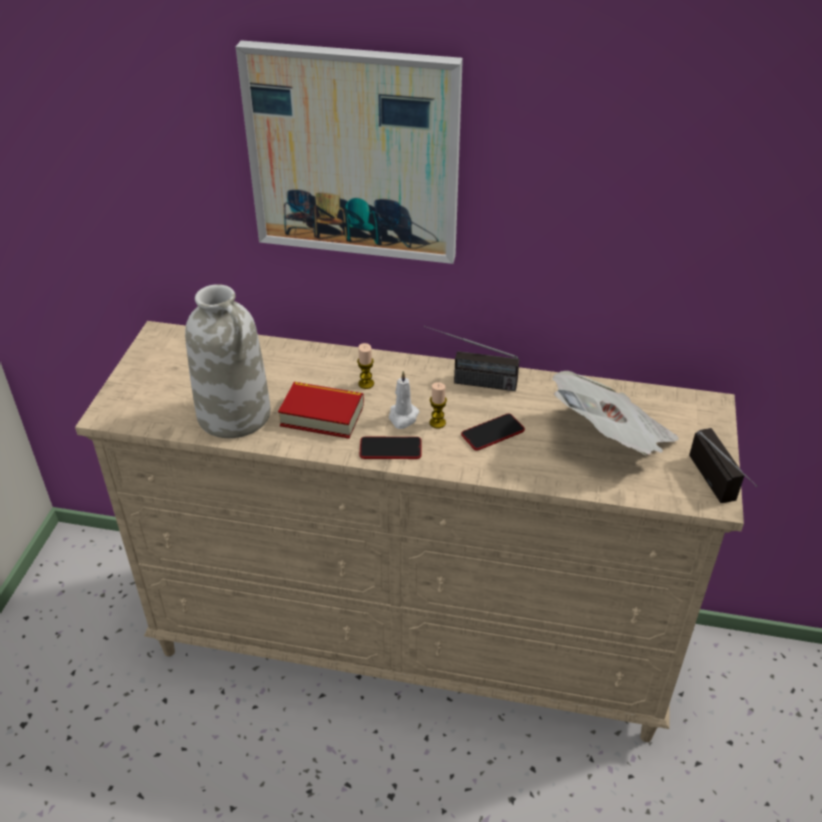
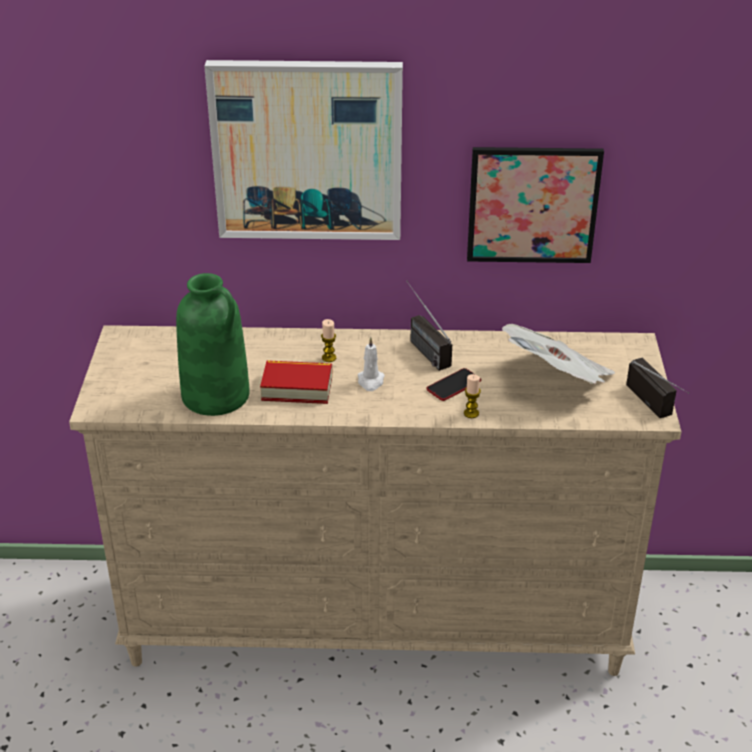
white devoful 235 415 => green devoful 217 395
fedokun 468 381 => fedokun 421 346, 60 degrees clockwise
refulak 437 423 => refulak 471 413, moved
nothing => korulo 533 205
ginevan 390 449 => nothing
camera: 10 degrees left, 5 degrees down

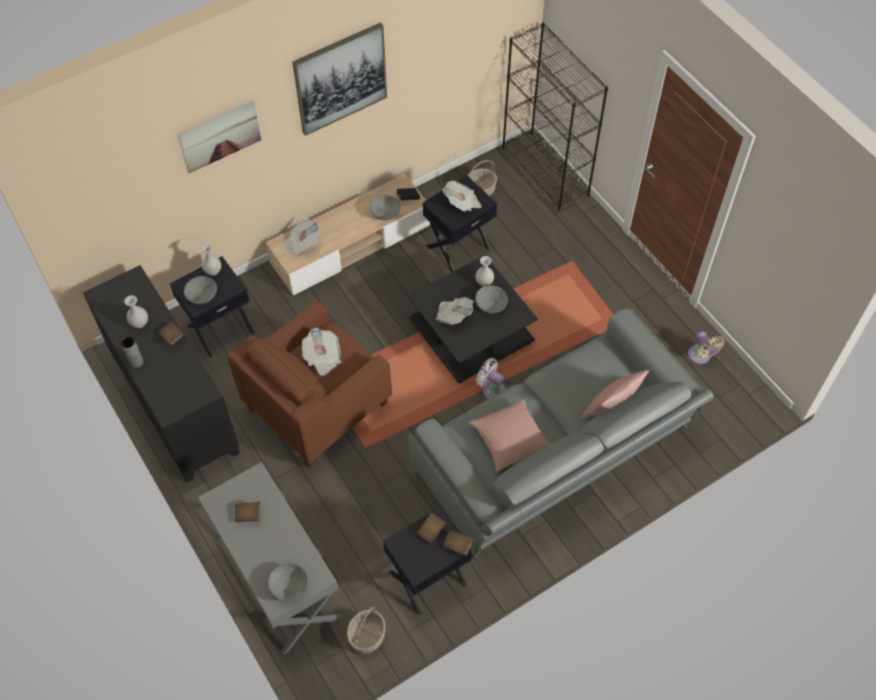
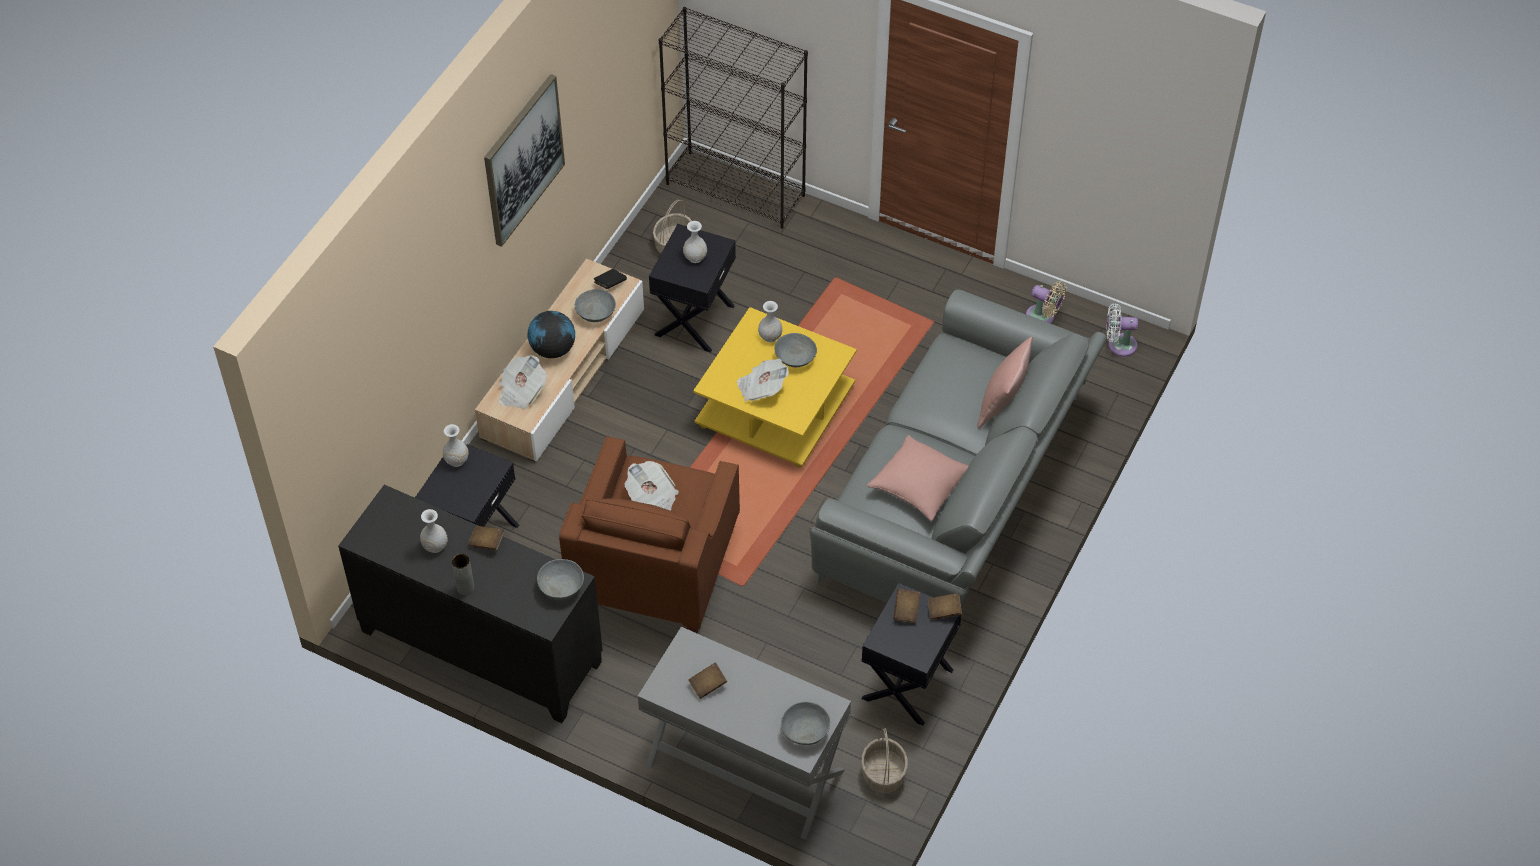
nothing => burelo 553 349
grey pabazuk 202 296 => grey pabazuk 562 587, moved
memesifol 462 203 => white devoful 695 257
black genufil 470 334 => yellow genufil 776 409
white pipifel 492 389 => white pipifel 1119 345, moved
korulo 220 136 => nothing
camera: 30 degrees left, 5 degrees down

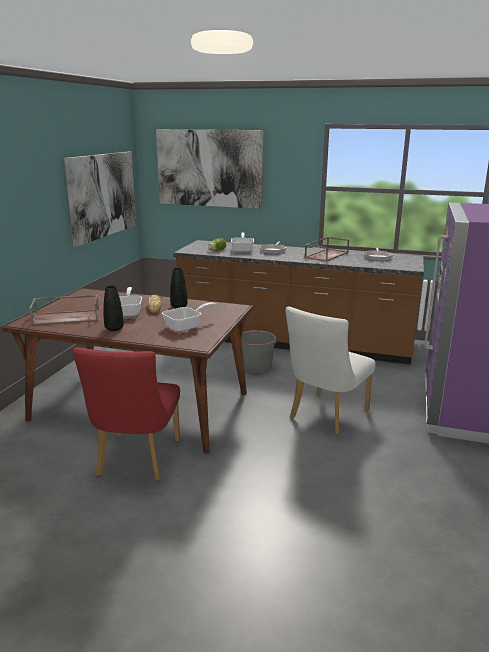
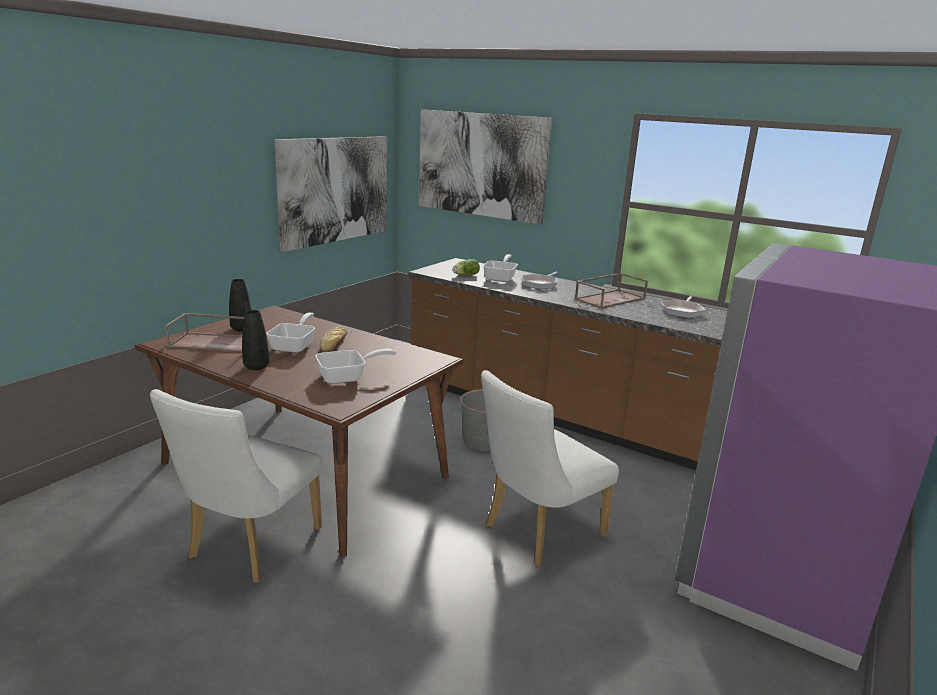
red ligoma 136 461 => white ligoma 249 547
black devoful 179 306 => black devoful 241 329, moved
camera: 15 degrees right, 0 degrees up

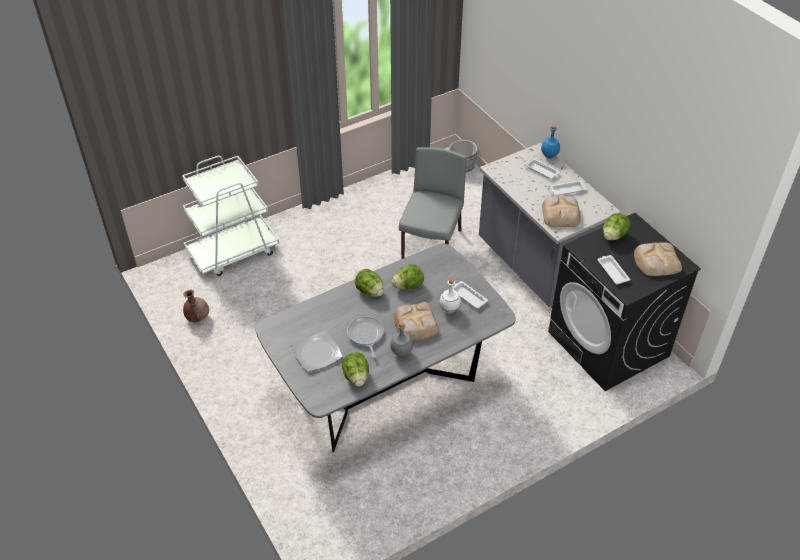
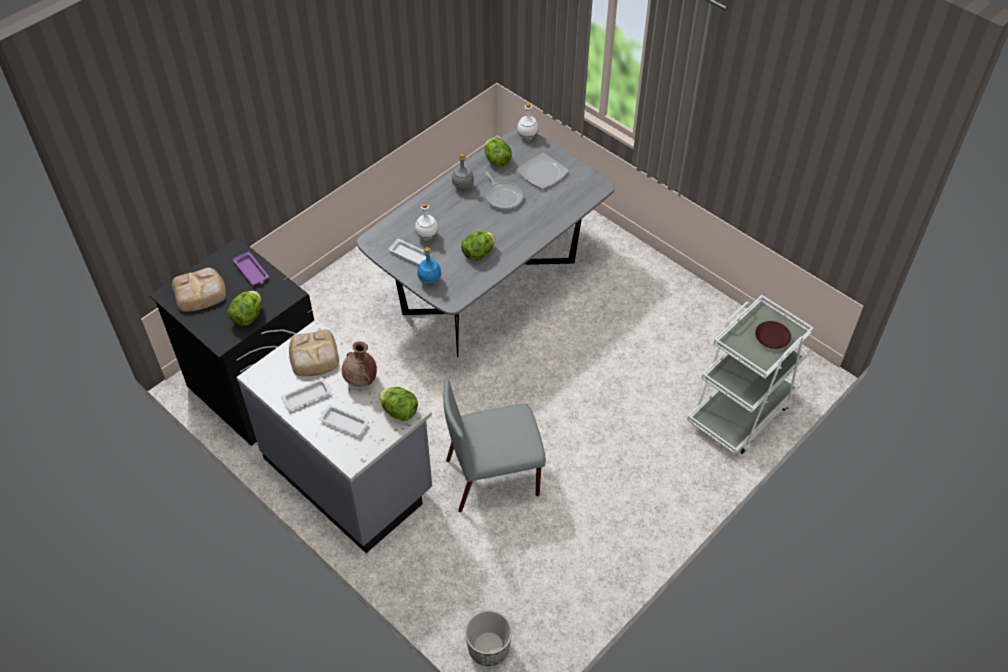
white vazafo 612 271 => purple vazafo 252 271
brown devoful 197 317 => brown devoful 361 380, moved
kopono 369 291 => kopono 399 411, moved
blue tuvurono 549 156 => blue tuvurono 429 281, moved
grey ligoma 431 246 => grey ligoma 494 477, 75 degrees clockwise
nothing => white tuvurono 527 137
nothing => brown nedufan 772 337
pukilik 415 324 => nothing
camera: 165 degrees right, 5 degrees up

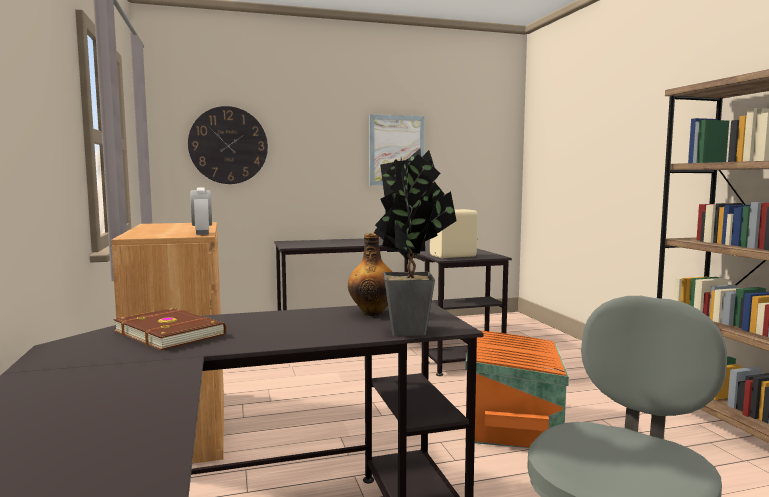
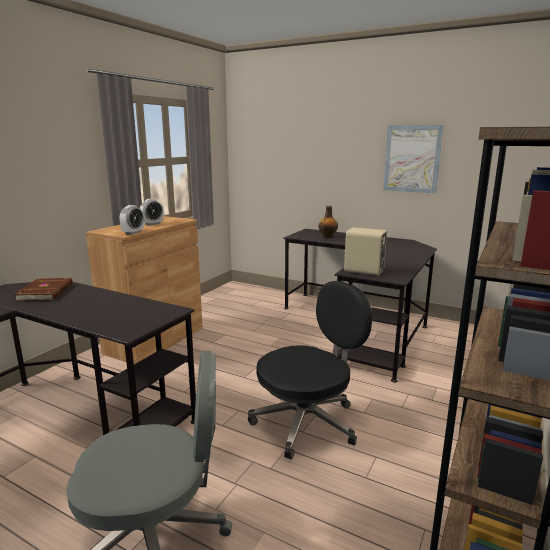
nothing => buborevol 152 224
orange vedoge 513 422 => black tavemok 307 422
tuvurono 373 313 => tuvurono 328 237, moved
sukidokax 228 145 => nothing
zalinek 411 328 => nothing
camera: 45 degrees right, 10 degrees up

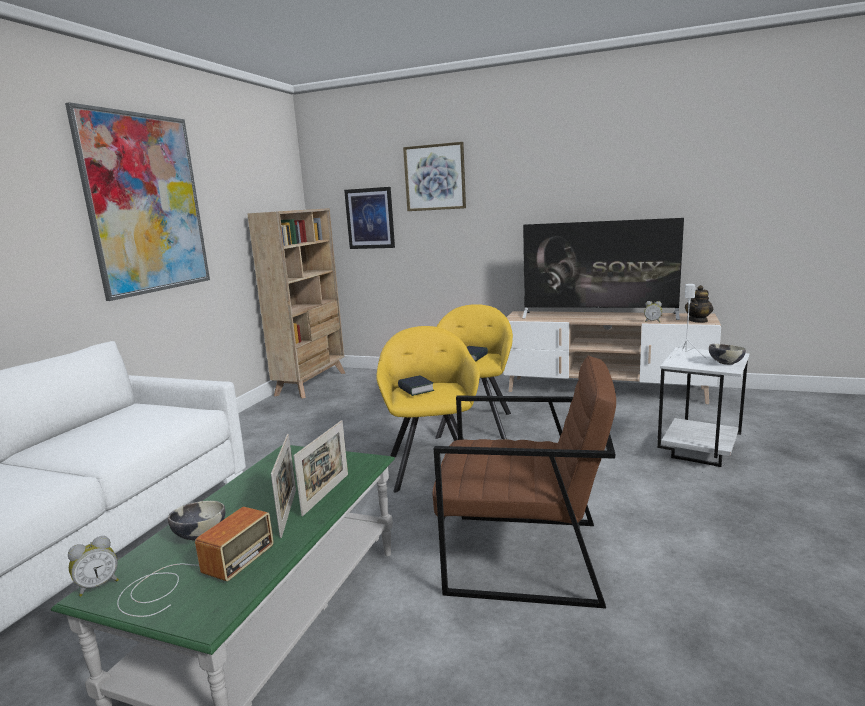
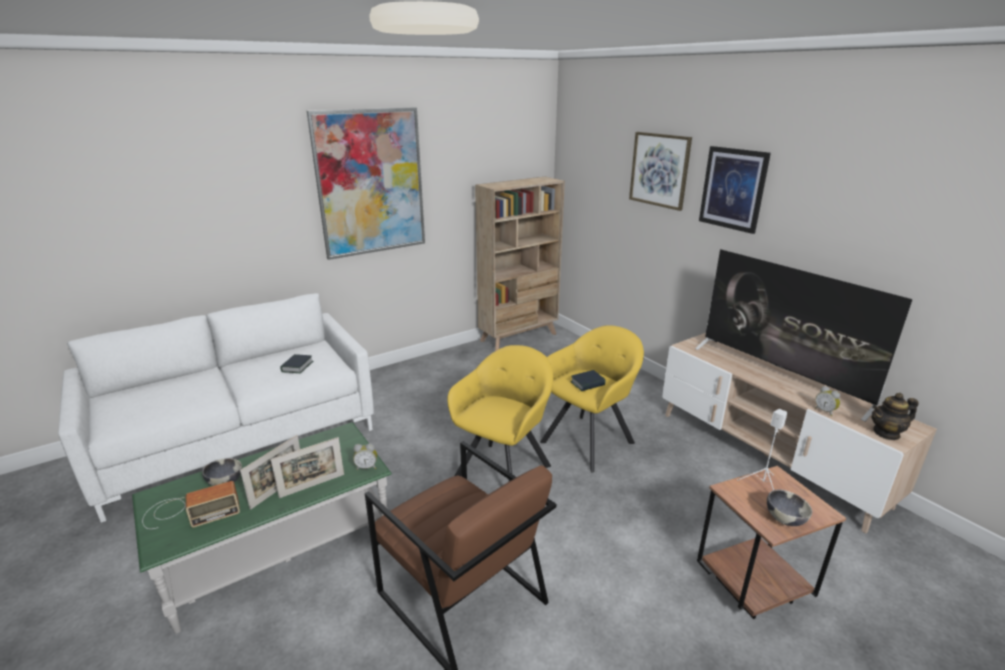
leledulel 416 389 => leledulel 297 366, moved
buborevol 98 585 => buborevol 366 467, moved
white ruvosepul 697 454 => brown ruvosepul 751 589
korulo 370 218 => korulo 733 189, moved
camera: 35 degrees right, 10 degrees up

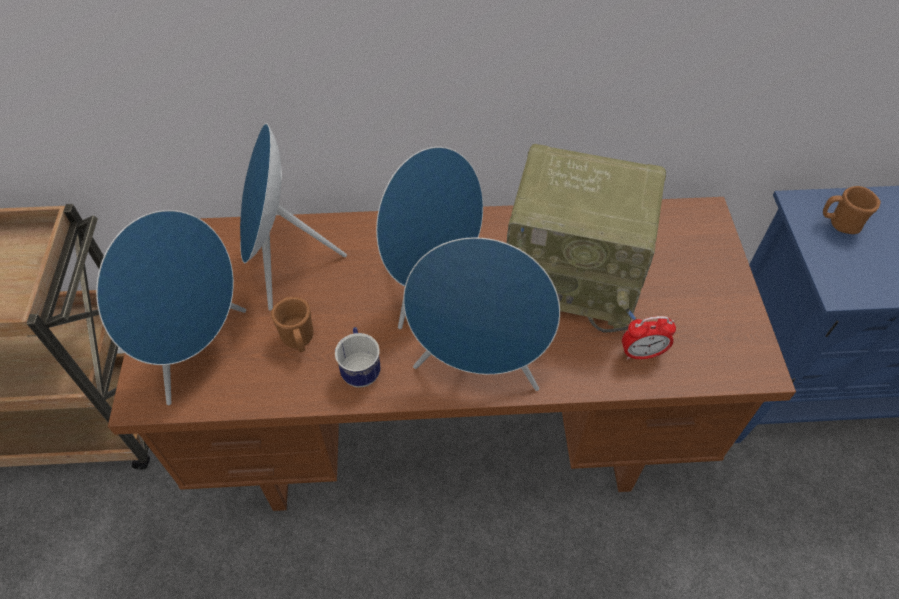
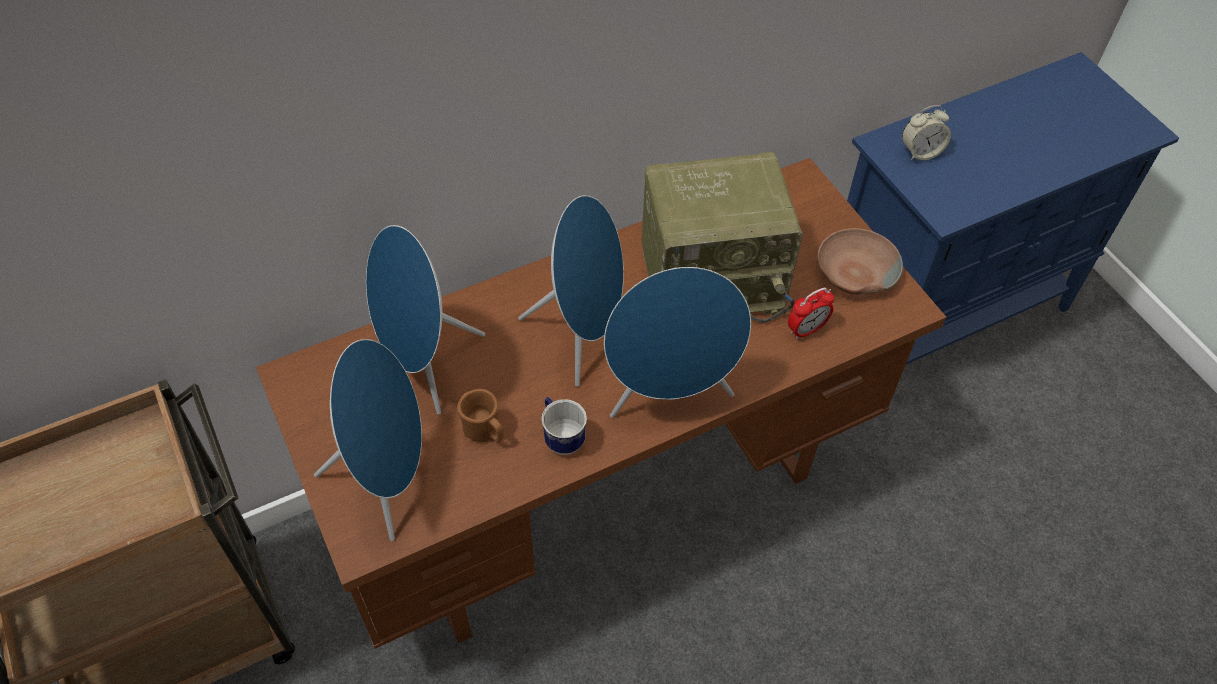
nothing => brown pabazuk 854 272
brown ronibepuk 839 223 => buborevol 920 152
camera: 25 degrees left, 0 degrees up

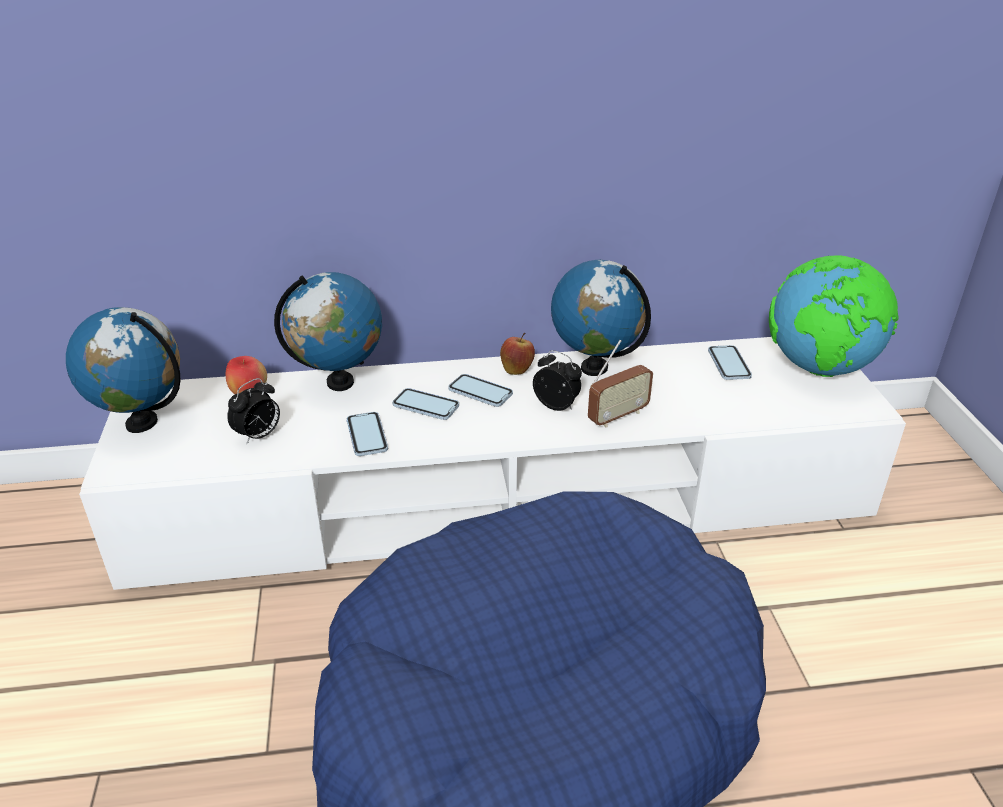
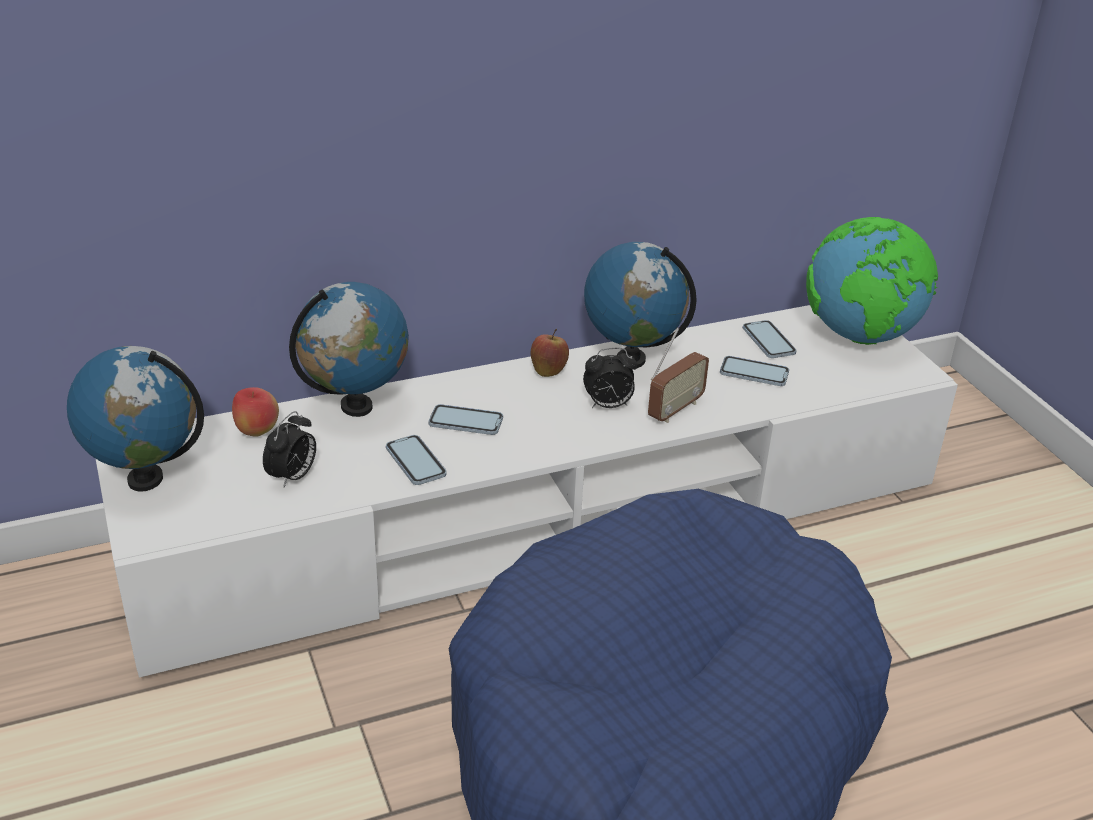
buborevol 557 406 => buborevol 608 406, 150 degrees clockwise
ginevan 480 392 => ginevan 754 373, moved
camera: 15 degrees left, 0 degrees up

